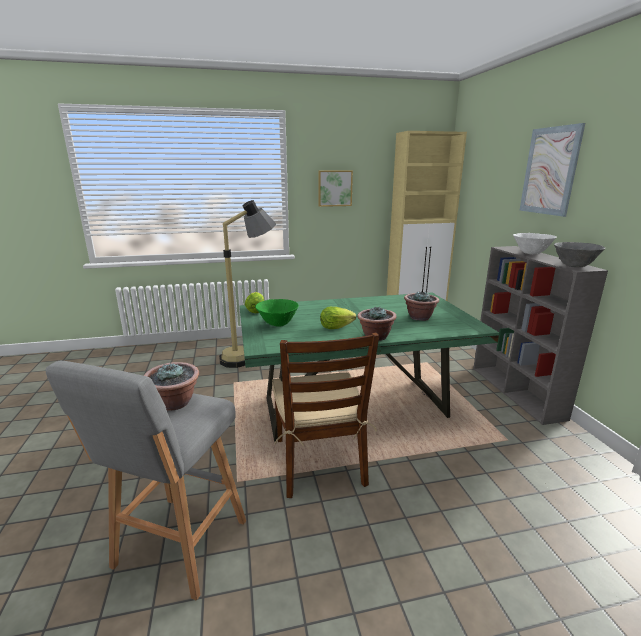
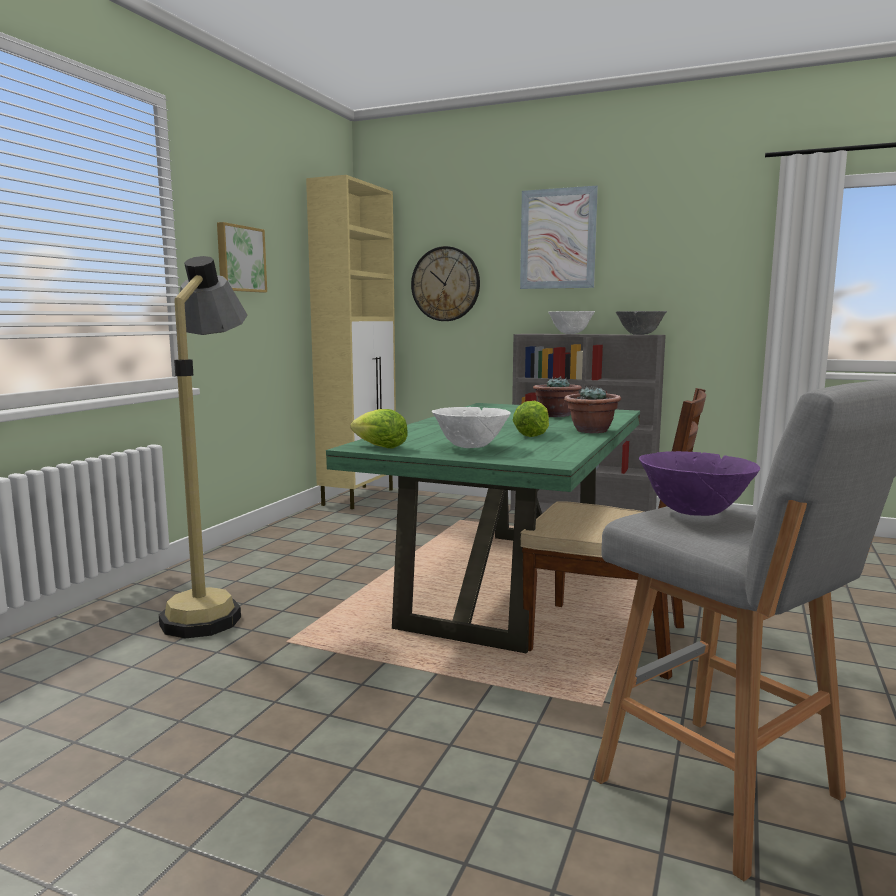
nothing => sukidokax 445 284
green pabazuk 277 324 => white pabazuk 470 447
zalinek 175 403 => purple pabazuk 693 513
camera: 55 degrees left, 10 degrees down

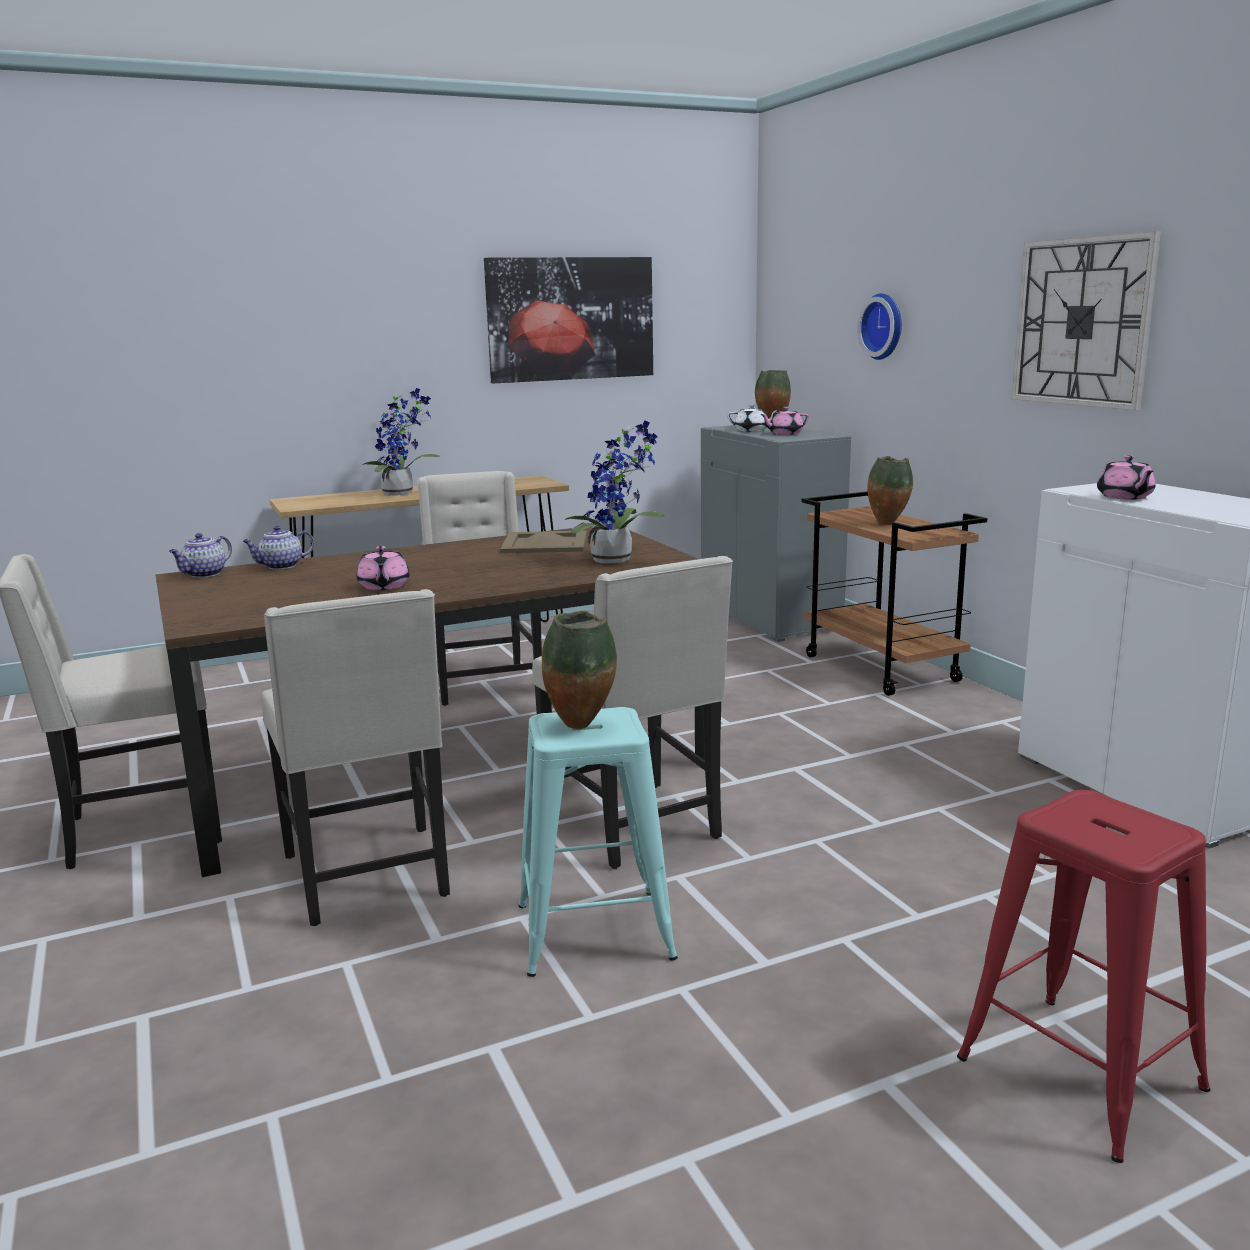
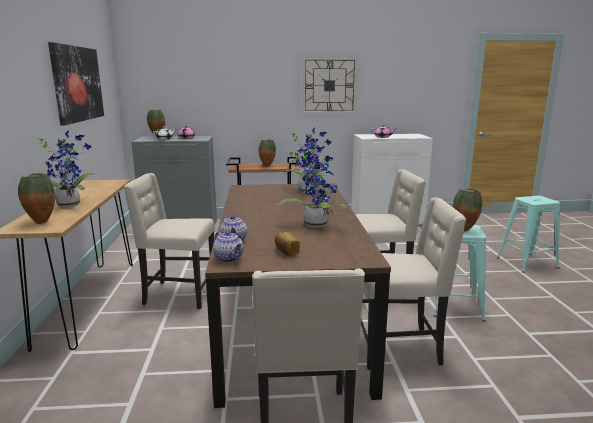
nothing => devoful 41 222
nothing => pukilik 286 251
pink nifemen 383 586 => zalinek 315 223
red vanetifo 1080 1073 => turquoise vanetifo 527 263
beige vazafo 544 543 => nothing
sukidokax 884 326 => nothing
camera: 70 degrees left, 0 degrees up

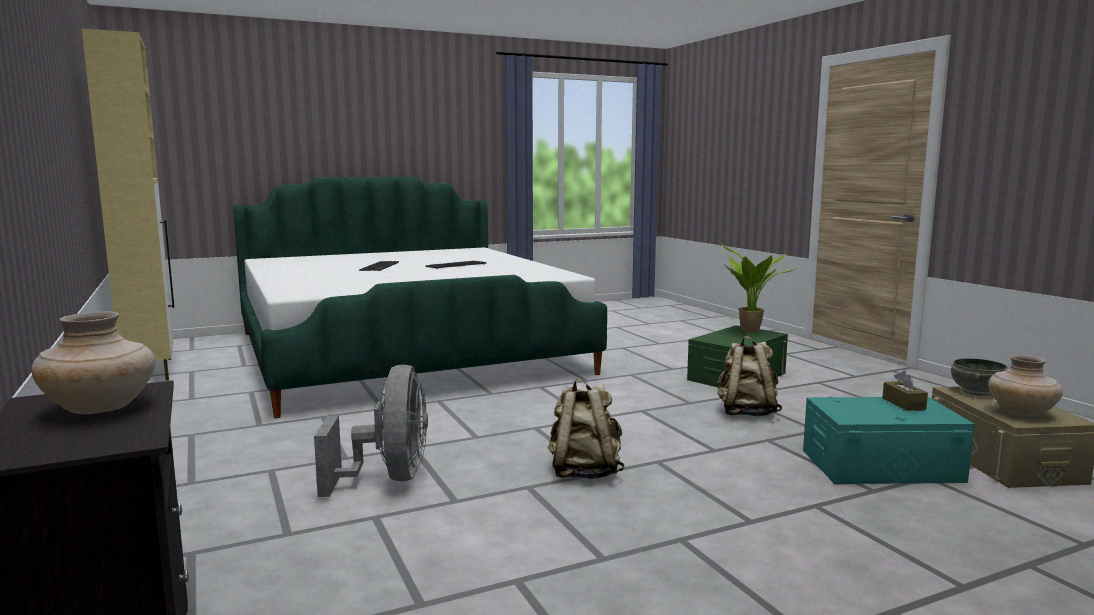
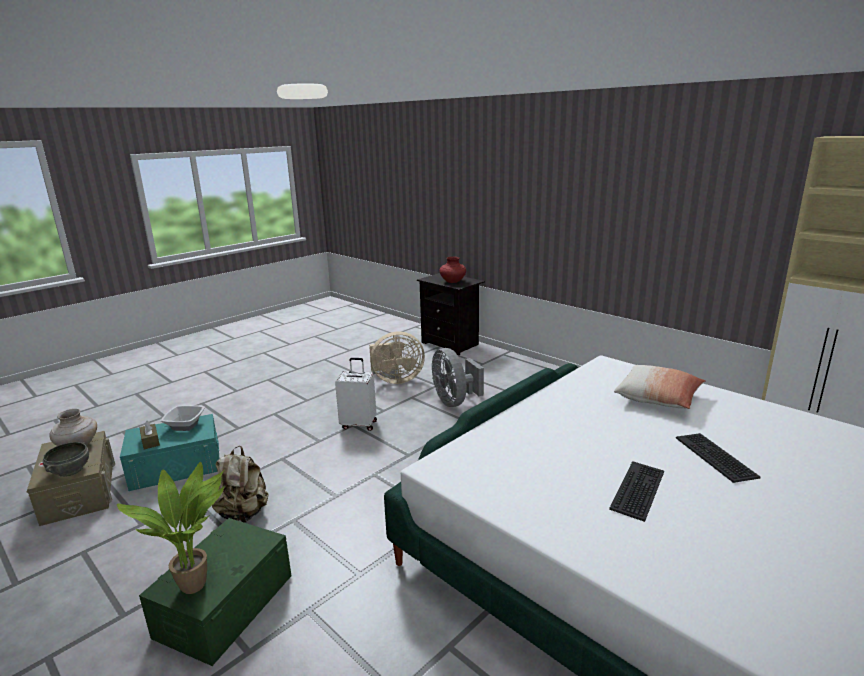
nothing => pabazuk 185 425
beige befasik 584 472 => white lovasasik 359 424
nothing => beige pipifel 395 380
beige devoful 101 409 => red devoful 453 281
nothing => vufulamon 658 398
camera: 160 degrees right, 10 degrees up

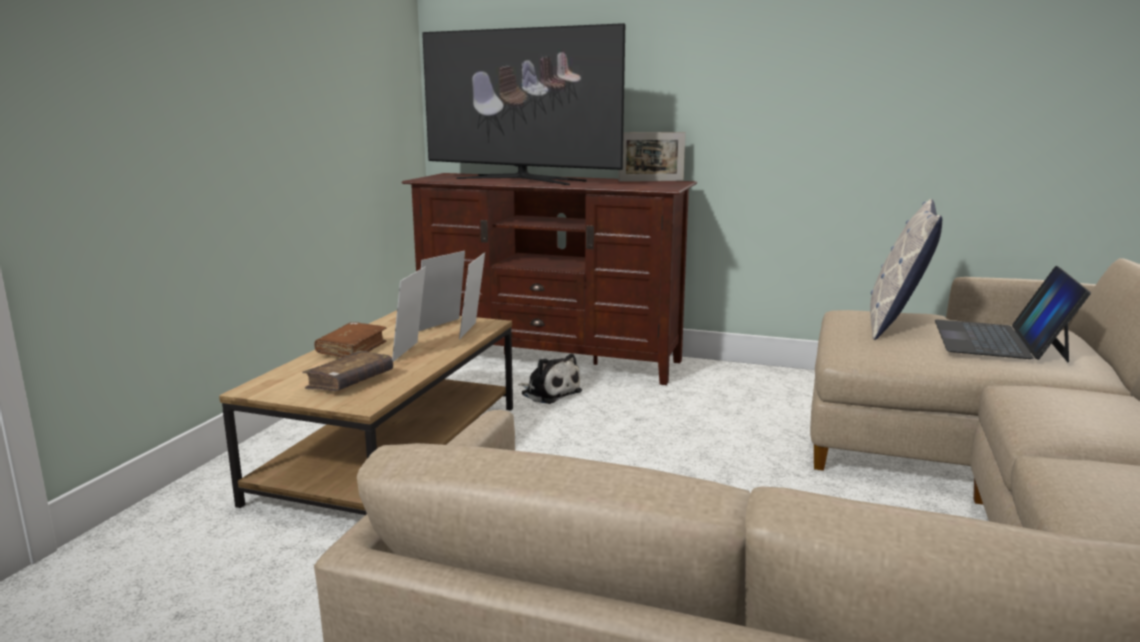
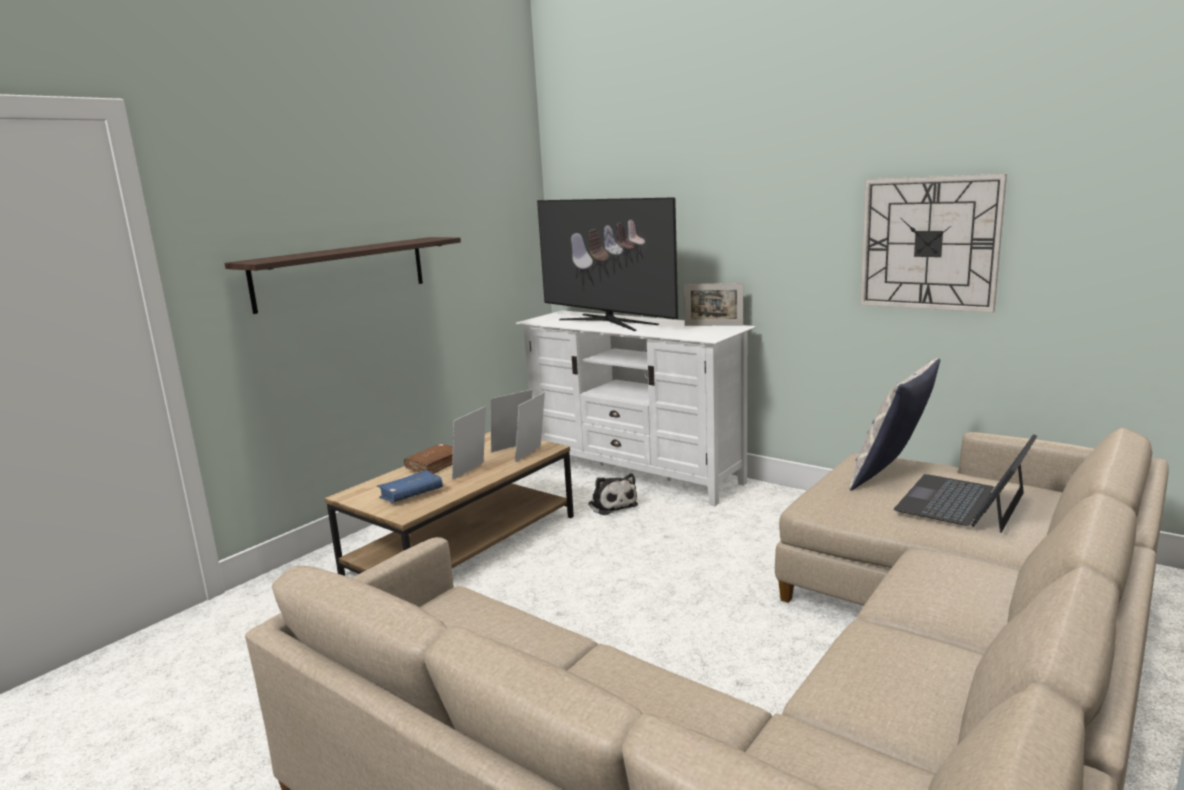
nothing => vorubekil 342 273
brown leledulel 350 382 => blue leledulel 411 495
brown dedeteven 551 358 => white dedeteven 636 472
nothing => sukidokax 929 243
camera: 20 degrees right, 0 degrees up

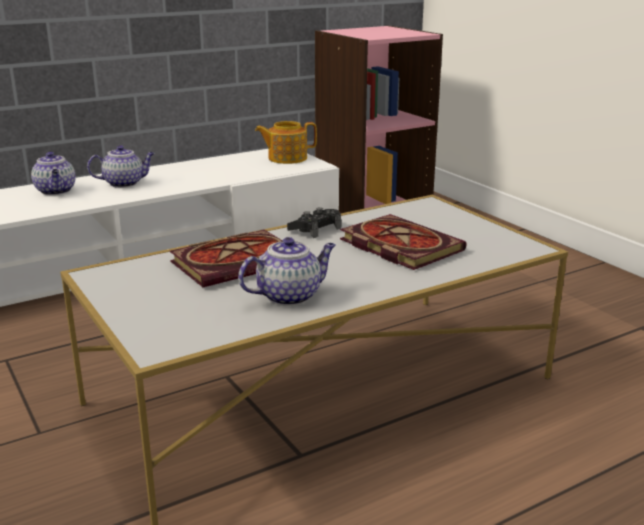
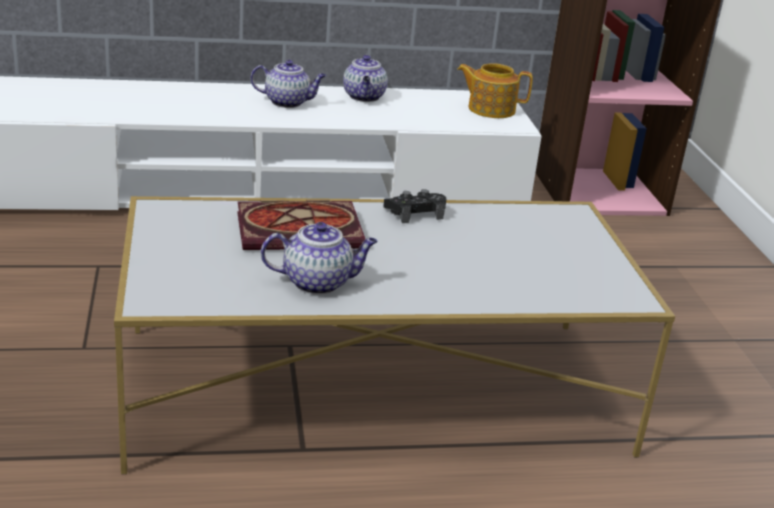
nifemen 56 191 => nifemen 364 97, moved
leledulel 397 245 => nothing
camera: 20 degrees right, 5 degrees up

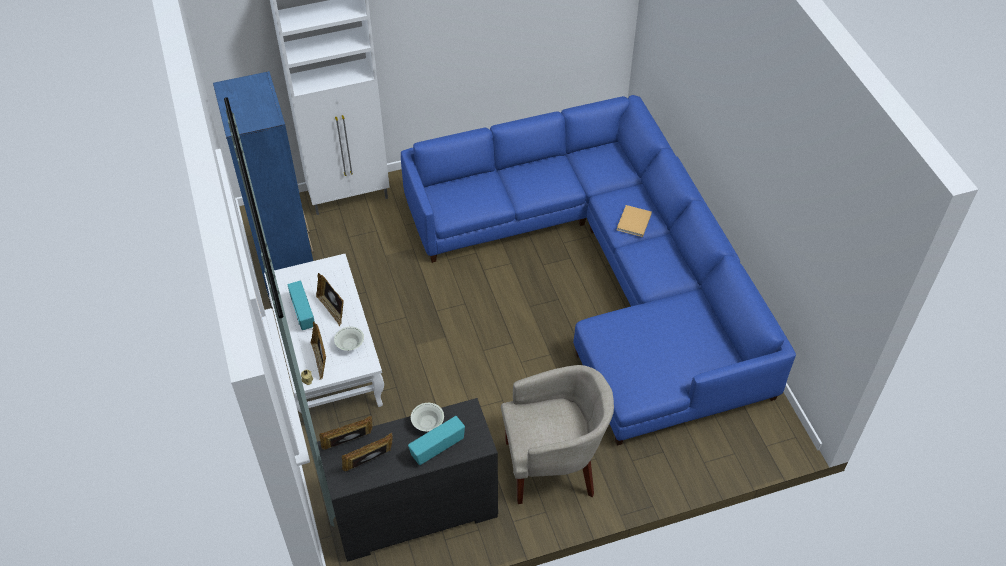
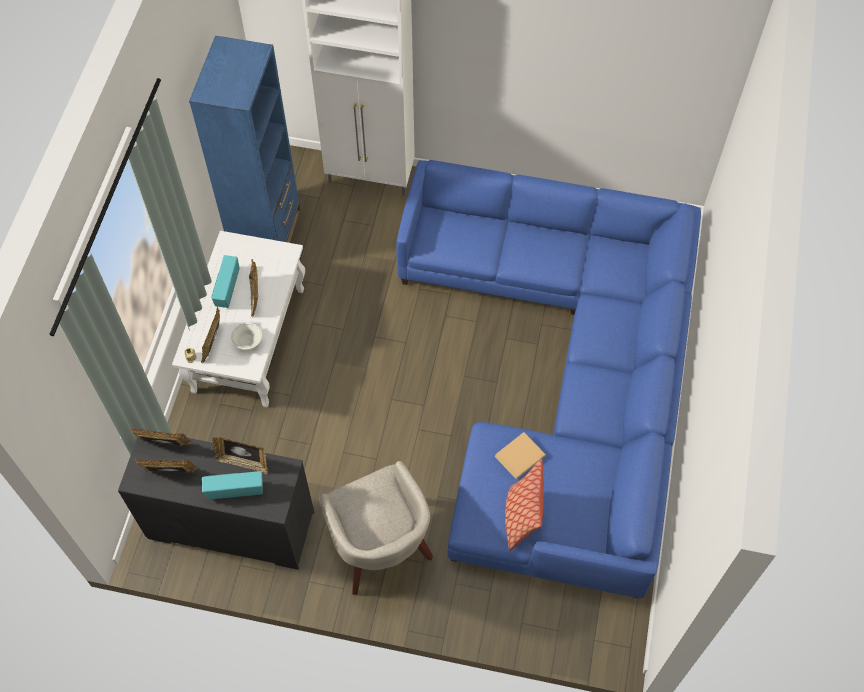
white pabazuk 428 423 => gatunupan 243 462
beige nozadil 553 465 => beige nozadil 379 548, 45 degrees clockwise
beige leledulel 633 223 => beige leledulel 518 457, moved
nothing => vufulamon 521 517
camera: 30 degrees right, 10 degrees up

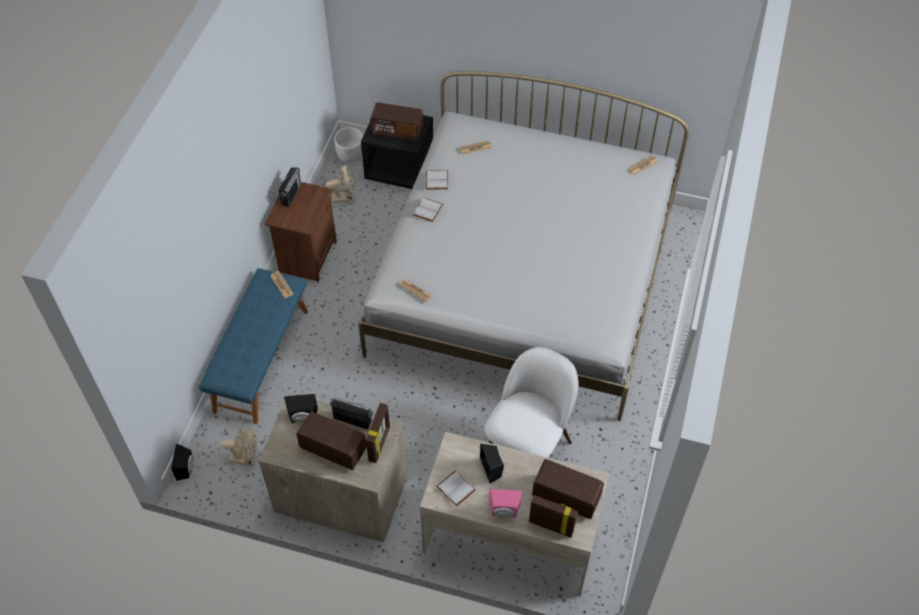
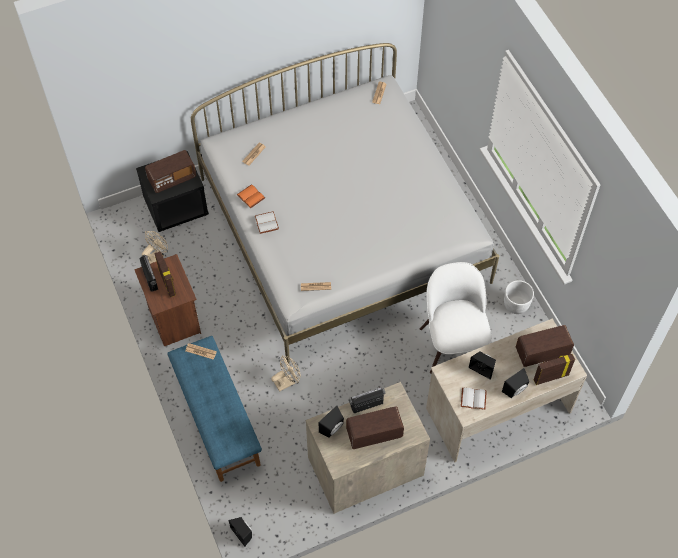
gatunupan 380 444 => gatunupan 168 283, moved
white leledulel 436 180 => orange leledulel 250 197
beige pipifel 245 458 => beige pipifel 287 381, moved
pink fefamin 504 512 => black fefamin 515 390
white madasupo 350 155 => white madasupo 516 305, moved
camera: 40 degrees left, 5 degrees up

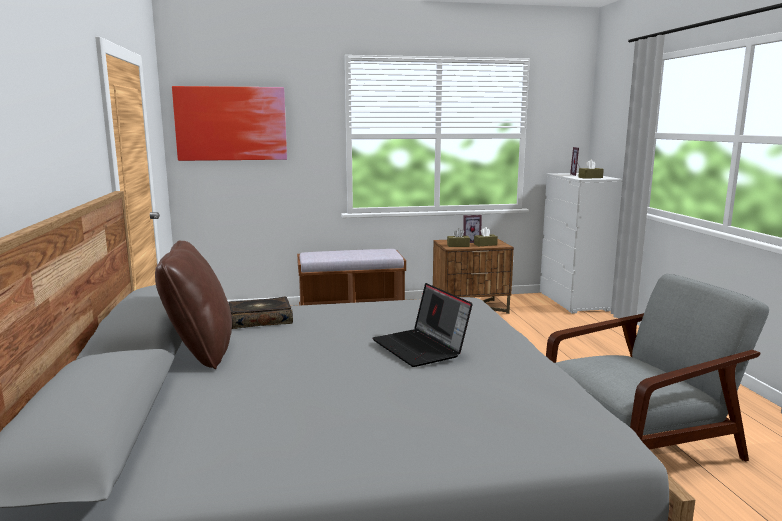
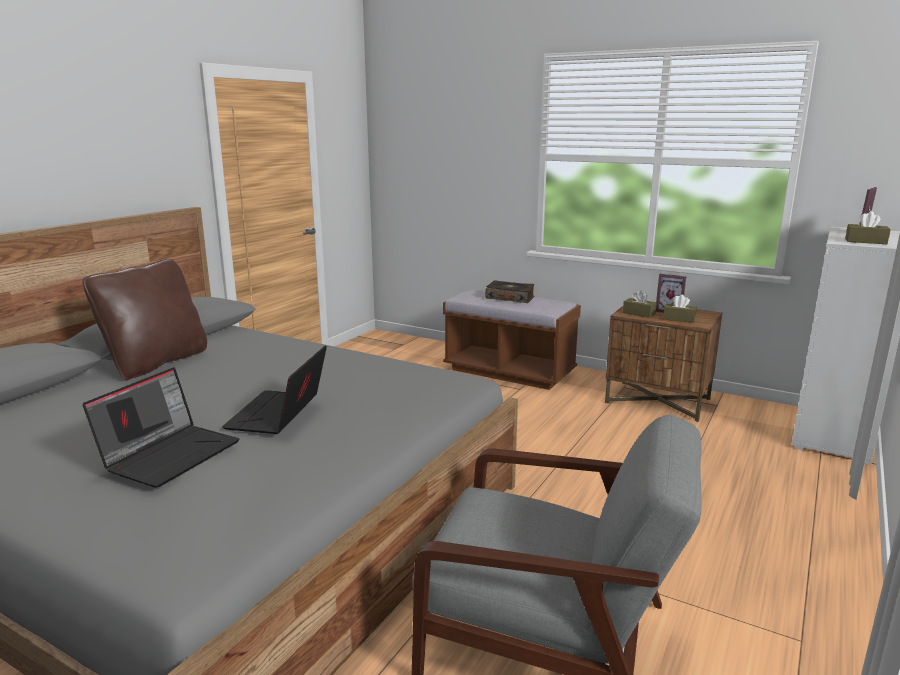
nothing => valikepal 170 454
leledulel 260 321 => leledulel 510 298, moved
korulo 231 123 => nothing
camera: 40 degrees right, 5 degrees up

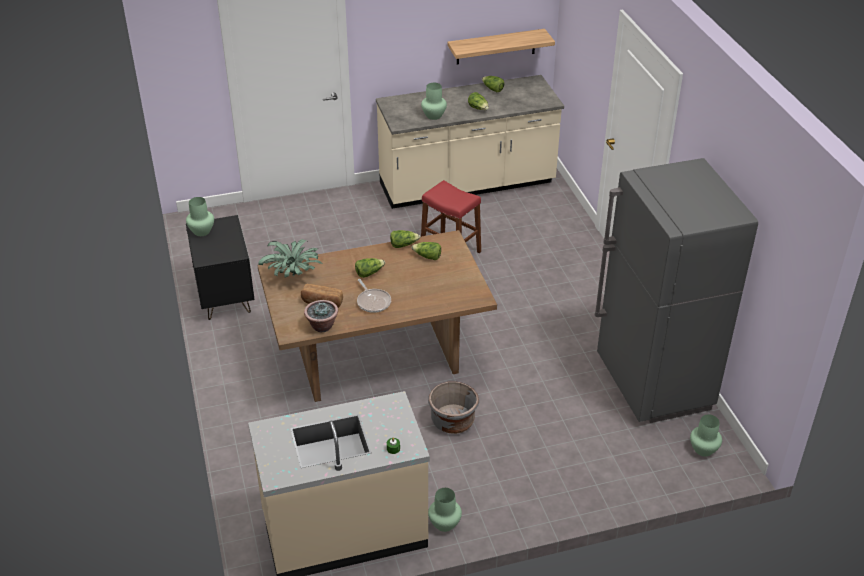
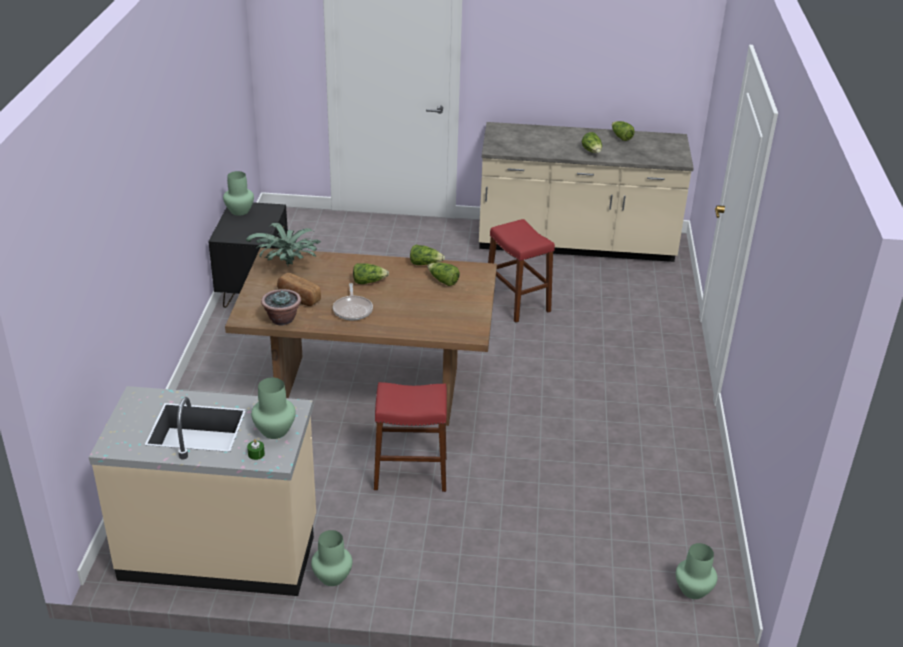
green devoful 434 115 => green devoful 275 430, moved
grey madasupo 453 421 => red vanetifo 410 473
vorubekil 496 46 => nothing
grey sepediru 653 385 => nothing
camera: 20 degrees right, 5 degrees down

